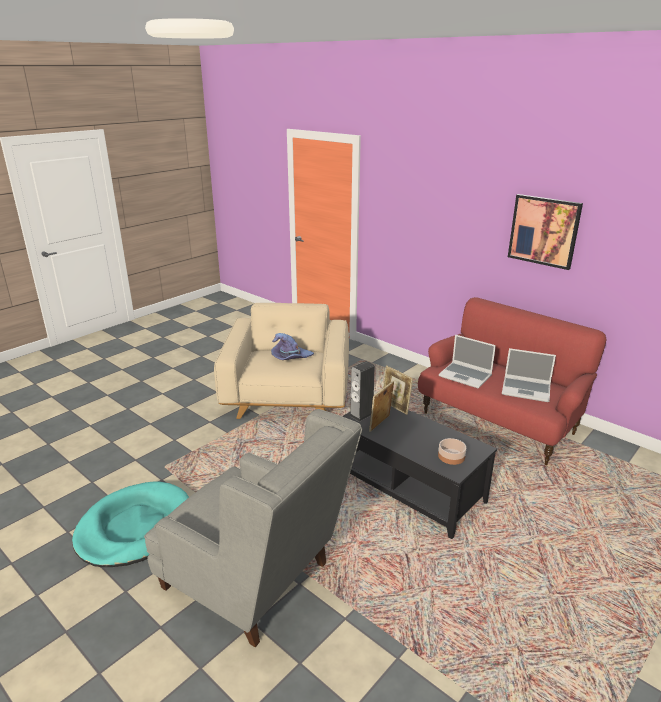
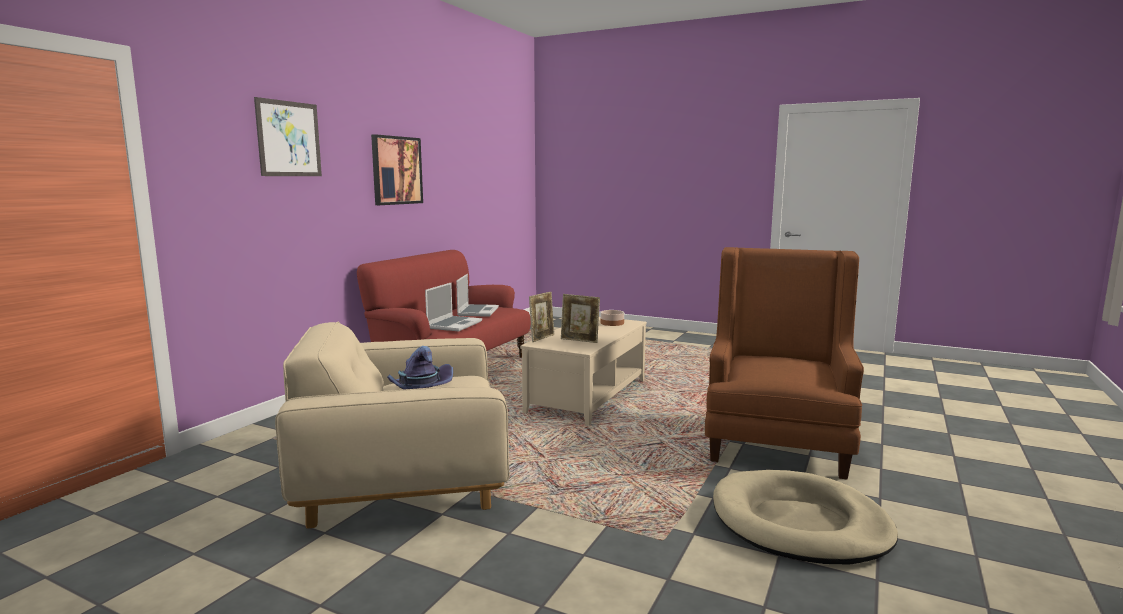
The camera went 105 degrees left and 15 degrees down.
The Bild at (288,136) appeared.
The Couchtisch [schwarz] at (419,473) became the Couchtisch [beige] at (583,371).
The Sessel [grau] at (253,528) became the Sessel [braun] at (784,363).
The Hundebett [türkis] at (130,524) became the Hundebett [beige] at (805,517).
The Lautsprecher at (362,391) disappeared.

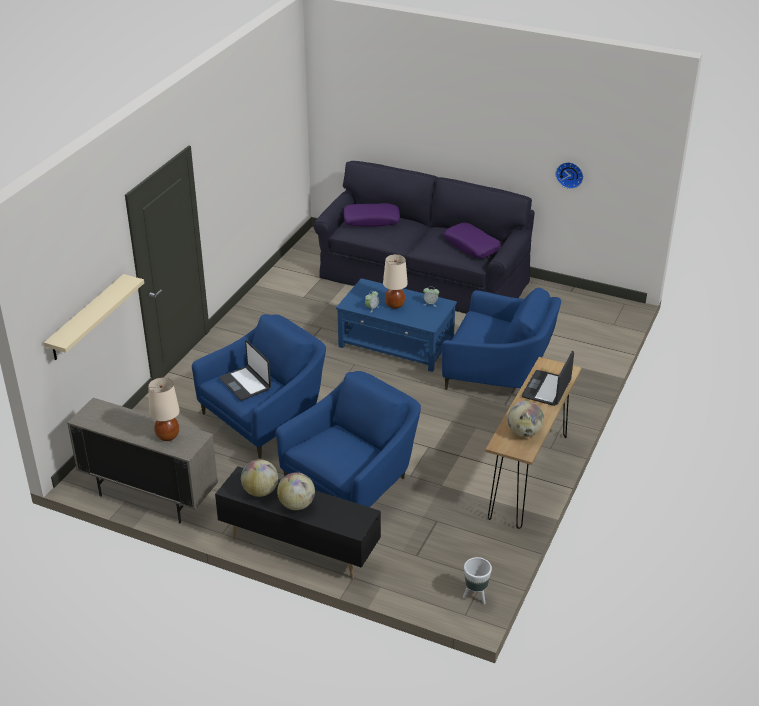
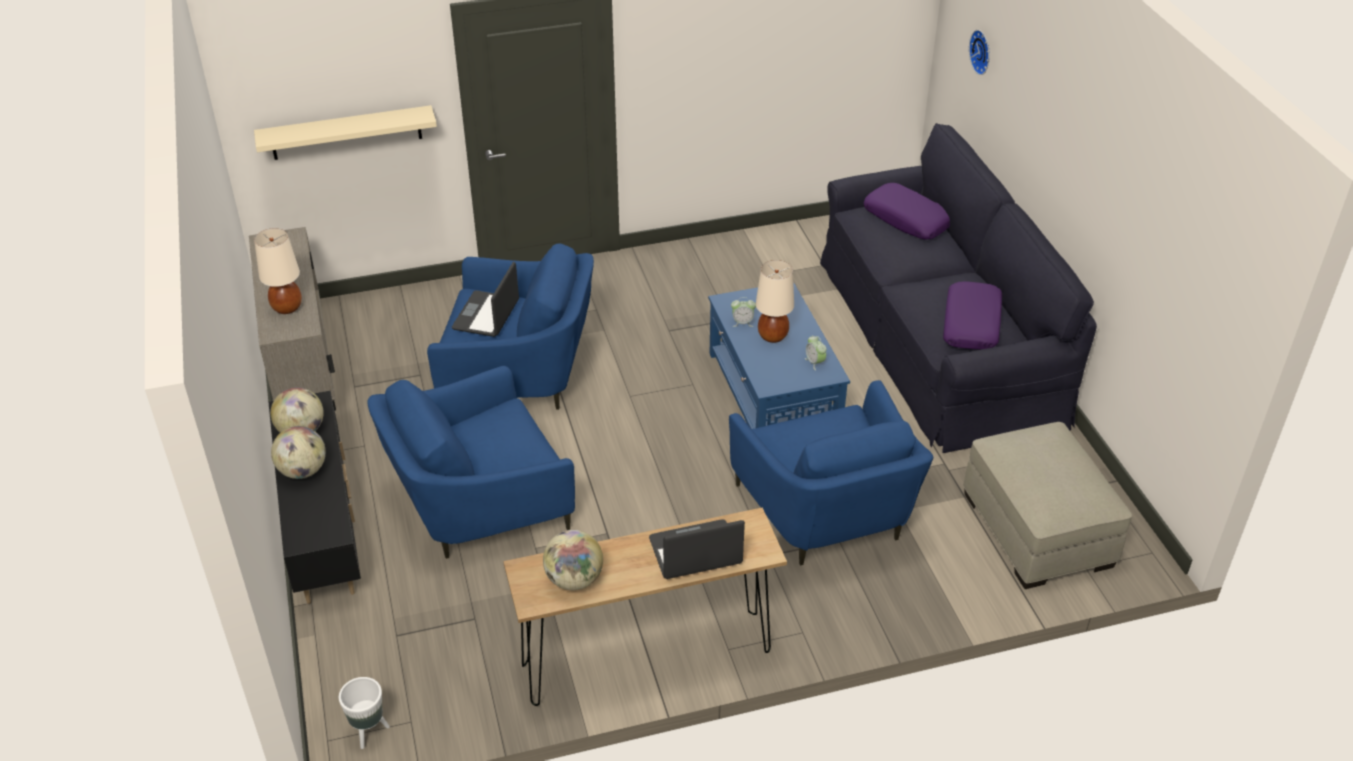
The camera went 50 degrees right and 5 degrees up.
The Sessel [blau] at (348,439) turned 150 degrees clockwise.
The Polsterhocker [beige] at (1047,505) appeared.
The Wanduhr moved from (569,175) to (979,52).

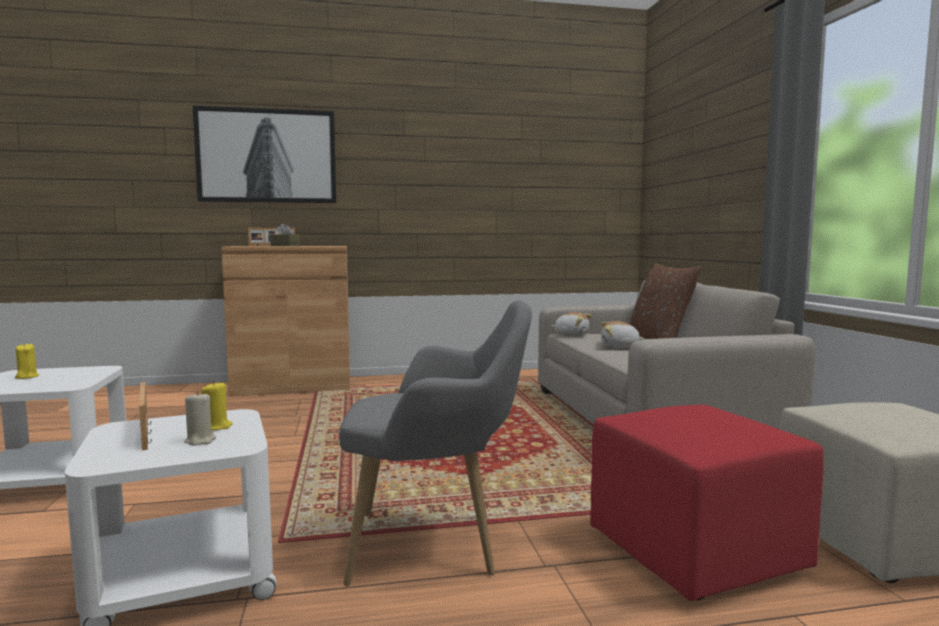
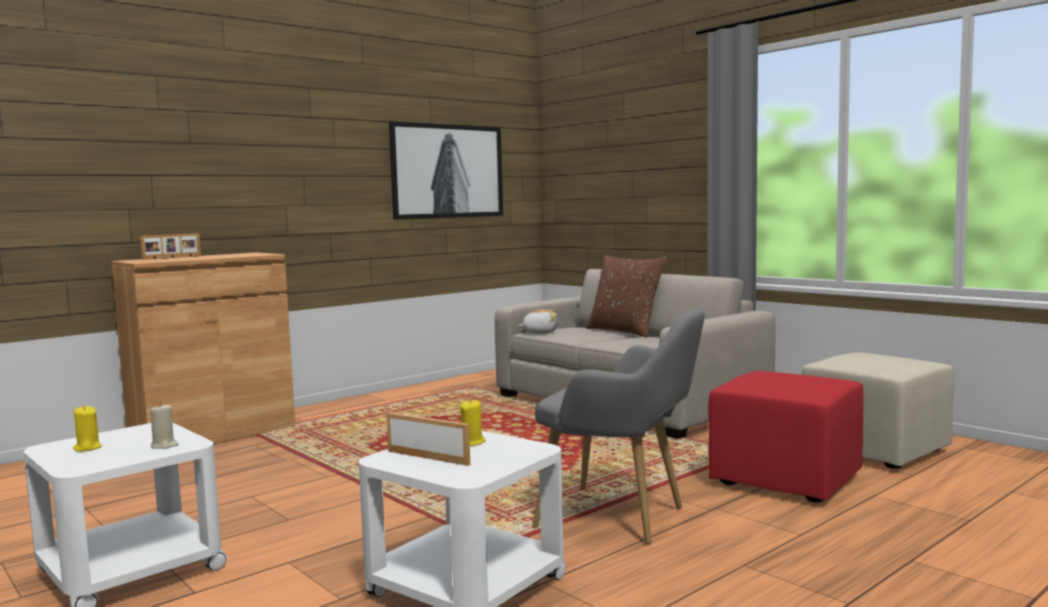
The camera went 30 degrees left and 0 degrees up.
The Kerze [beige] moved from (200,418) to (164,426).
The Bild moved from (264,154) to (446,170).
The Sessel [grau] at (435,443) turned 60 degrees clockwise.
The Taschentuchbox [braun] at (285,234) disappeared.
The Plüschtier at (622,334) disappeared.

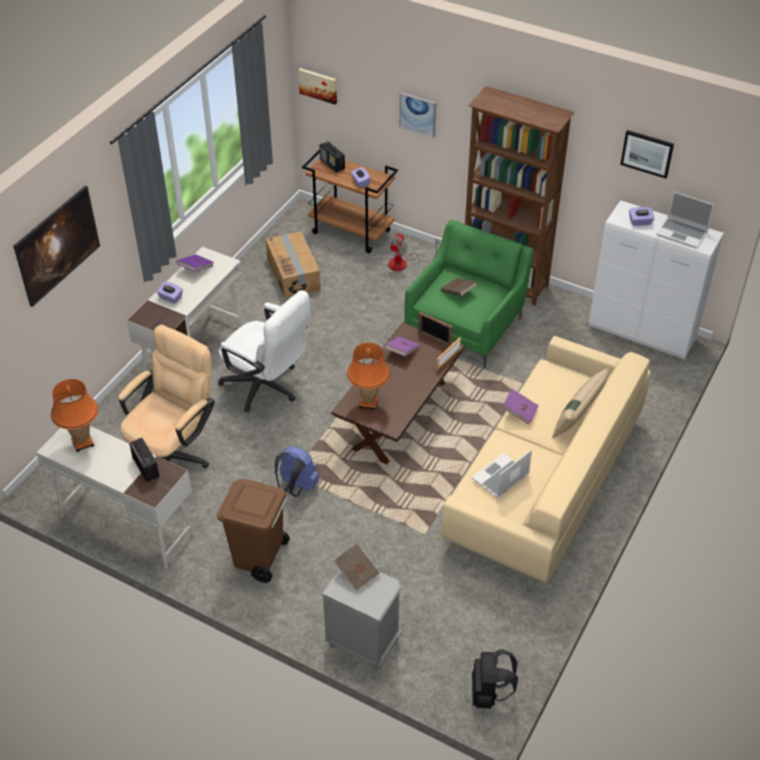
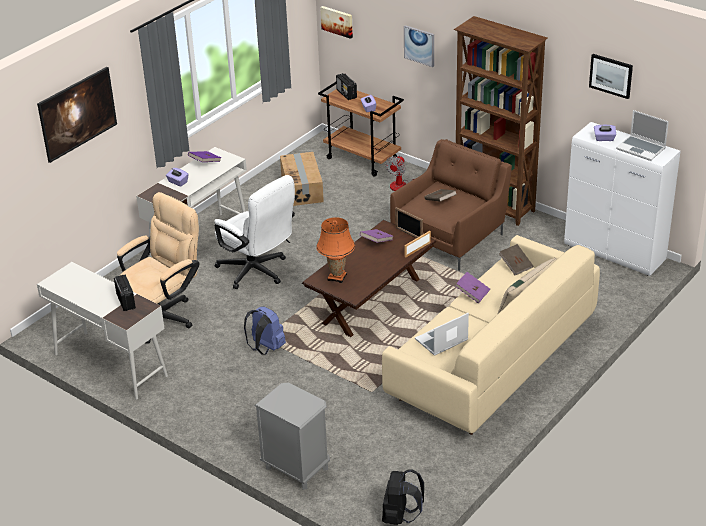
The camera went 10 degrees right and 10 degrees down.
The Sessel [grün] at (469,294) became the Sessel [braun] at (451,205).
The Buch [braun] moved from (356,567) to (516,259).
The Tischlampe [orange] at (74,415) disappeared.
The Mülleimer [braun] at (253,531) disappeared.

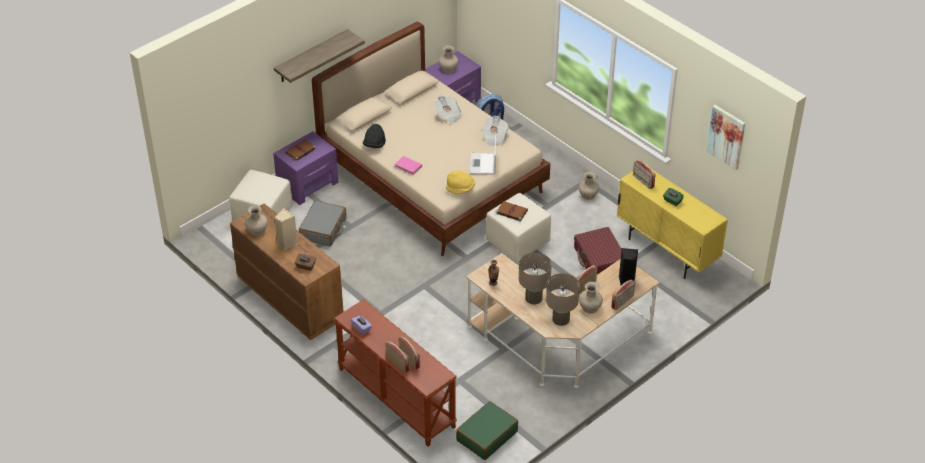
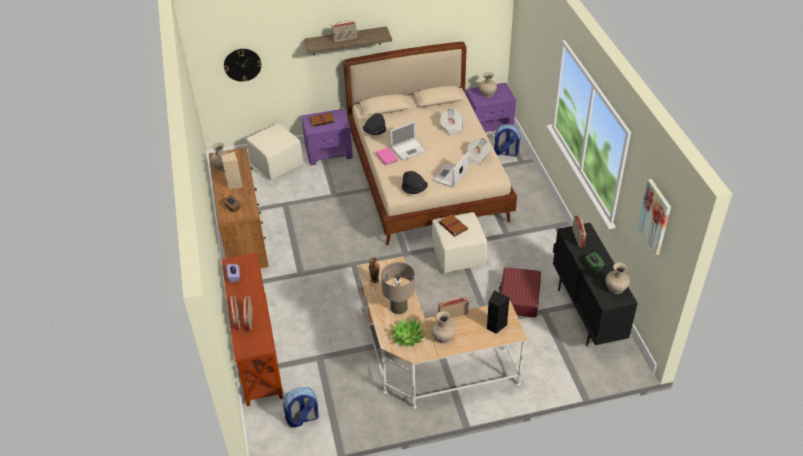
The camera went 30 degrees right and 0 degrees up.
The Wanduhr at (242,65) appeared.
The Koffer [grün] at (487,430) was replaced by the Rucksack at (301,407).
The Radio moved from (623,295) to (344,31).
The Laptop at (408,141) appeared.
The Tischlampe [beige] at (563,299) was replaced by the Topfpflanze at (408,332).
The Hut [gelb] at (460,182) became the Hut [schwarz] at (415,182).
The Schrank [gelb] at (672,221) became the Schrank [schwarz] at (595,284).
The Vase [beige] moved from (589,186) to (617,278).
The Koffer [grau] at (323,223) disappeared.

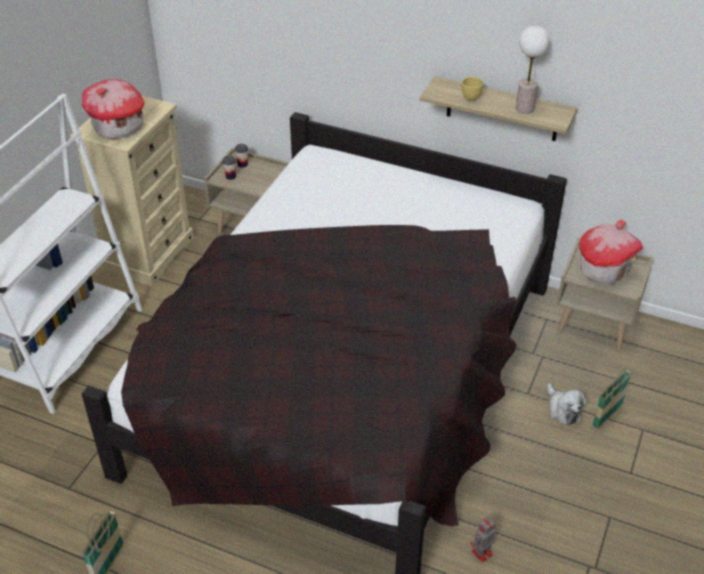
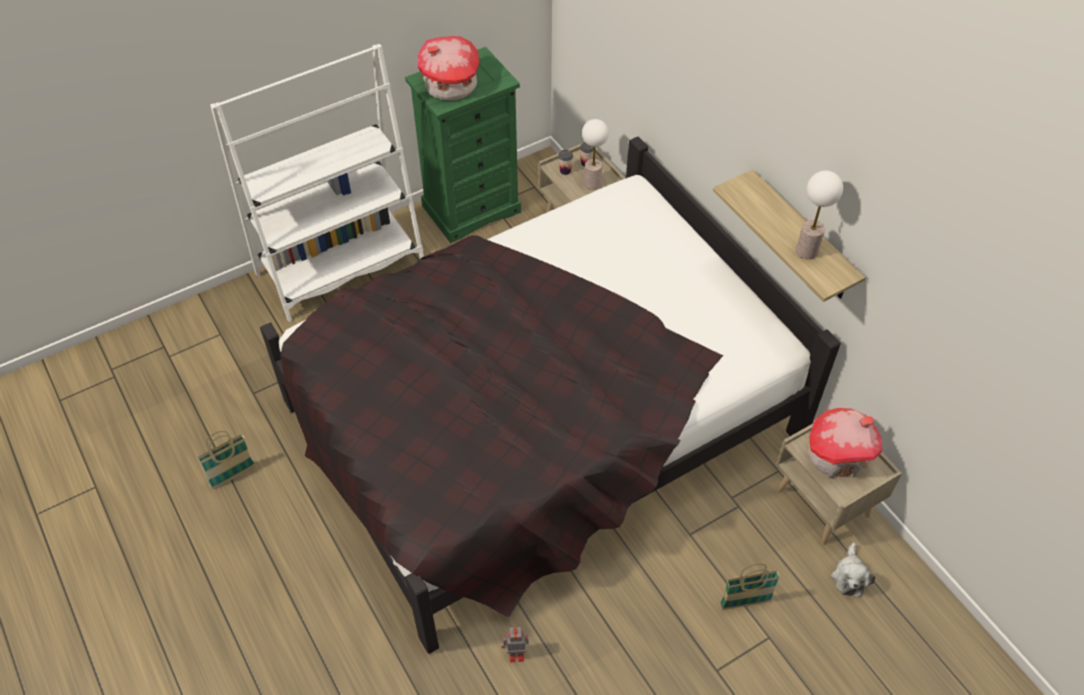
The camera went 35 degrees right and 10 degrees up.
The Kommode [beige] at (132,191) became the Kommode [grün] at (463,145).
The Tischlampe at (595,154) appeared.
The Plüschtier moved from (567,404) to (853,569).
The Tasse [gelb] at (473,89) disappeared.

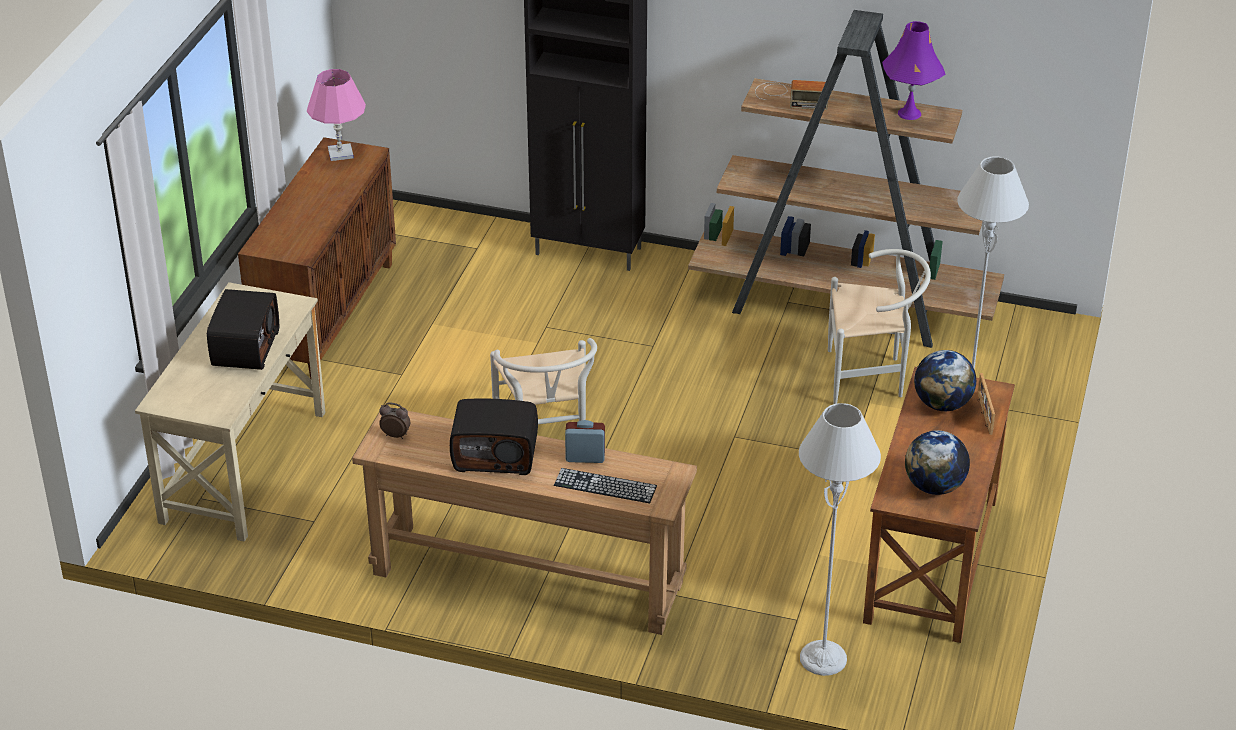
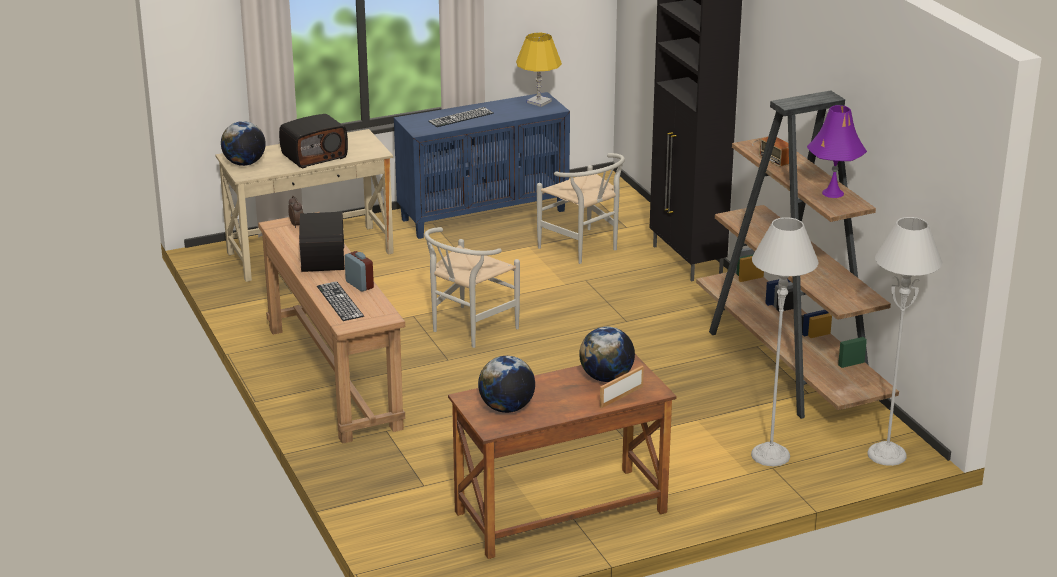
The camera went 50 degrees right and 10 degrees down.
The Globus at (243,143) appeared.
The Radio at (494,437) turned 150 degrees counterclockwise.
The Schrank [braun] at (317,258) became the Schrank [blau] at (482,165).
The Tastatur at (461,117) appeared.
The Tischlampe [rosa] at (336,115) became the Tischlampe [gelb] at (539,70).
The Stuhl [weiß] moved from (879,326) to (581,208).
The Stehlampe [grau] moved from (840,539) to (904,341).

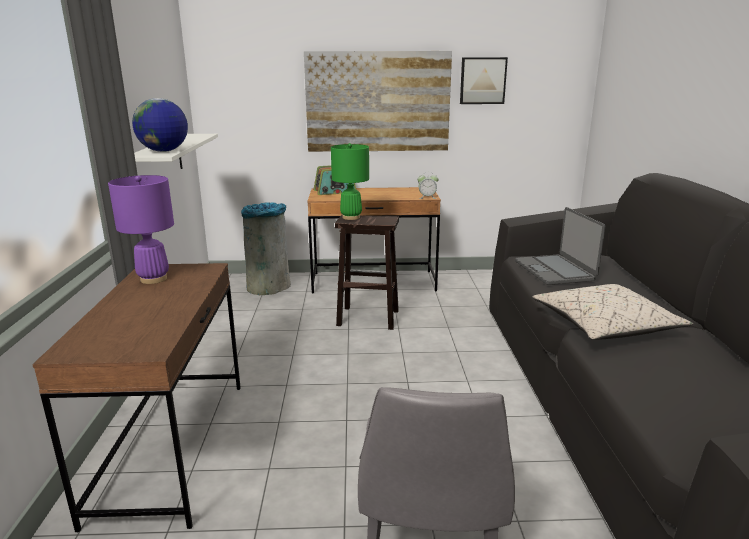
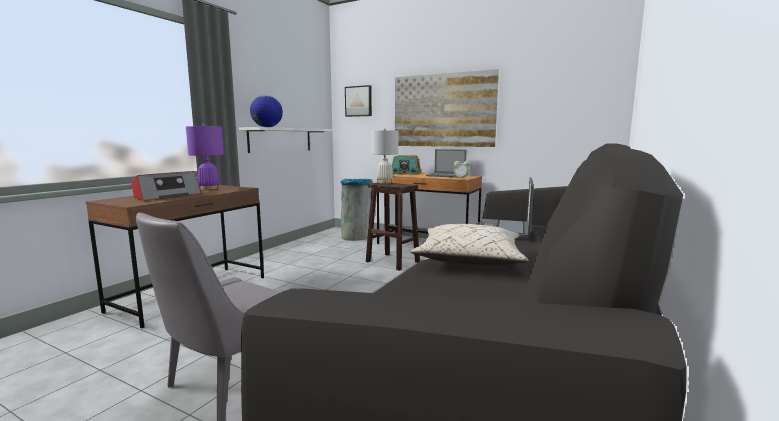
The camera went 30 degrees right and 10 degrees down.
The Radio at (167,186) appeared.
The Bild moved from (484,80) to (358,101).
The Tischlampe [grün] at (350,181) became the Tischlampe [weiß] at (384,156).
The Laptop at (446,163) appeared.

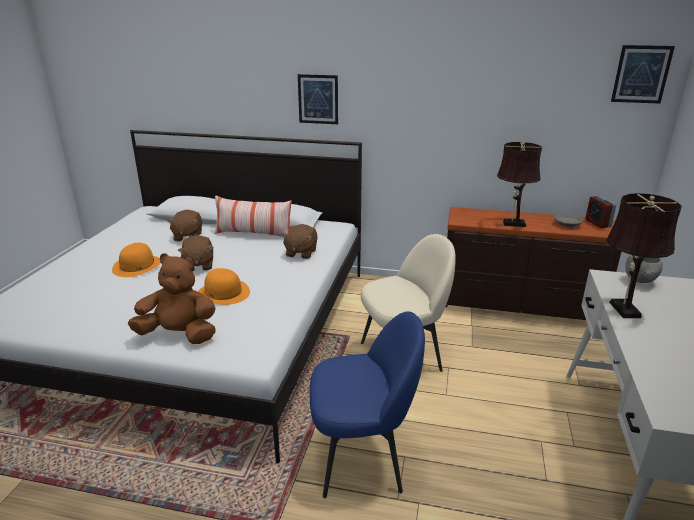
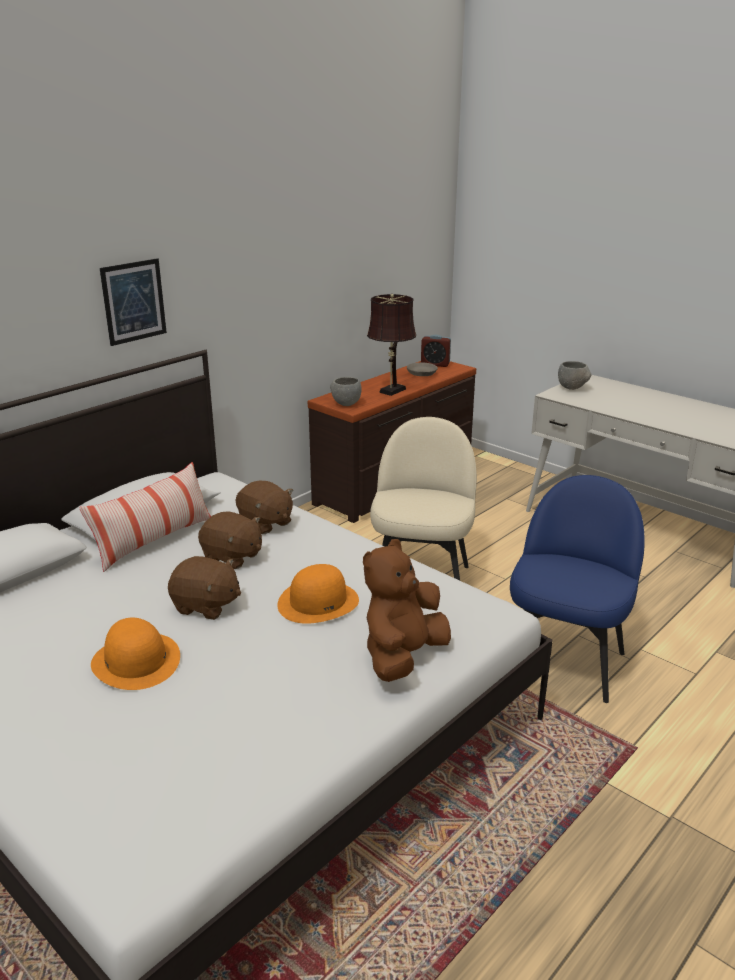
The camera went 60 degrees left and 0 degrees up.
The Plüschtier [braun] moved from (185,225) to (230,540).
The Schüssel [grau] at (346,391) appeared.
The Tischlampe [braun] at (644,255) disappeared.
The Bild at (643,74) disappeared.

